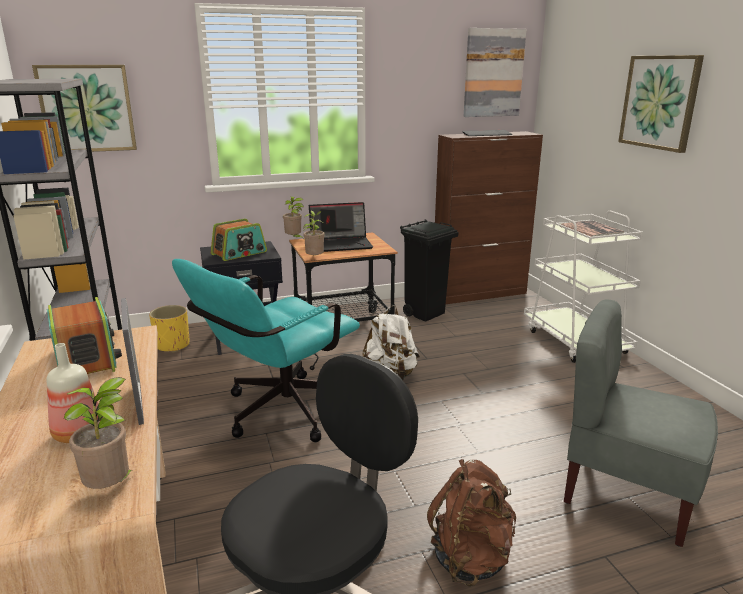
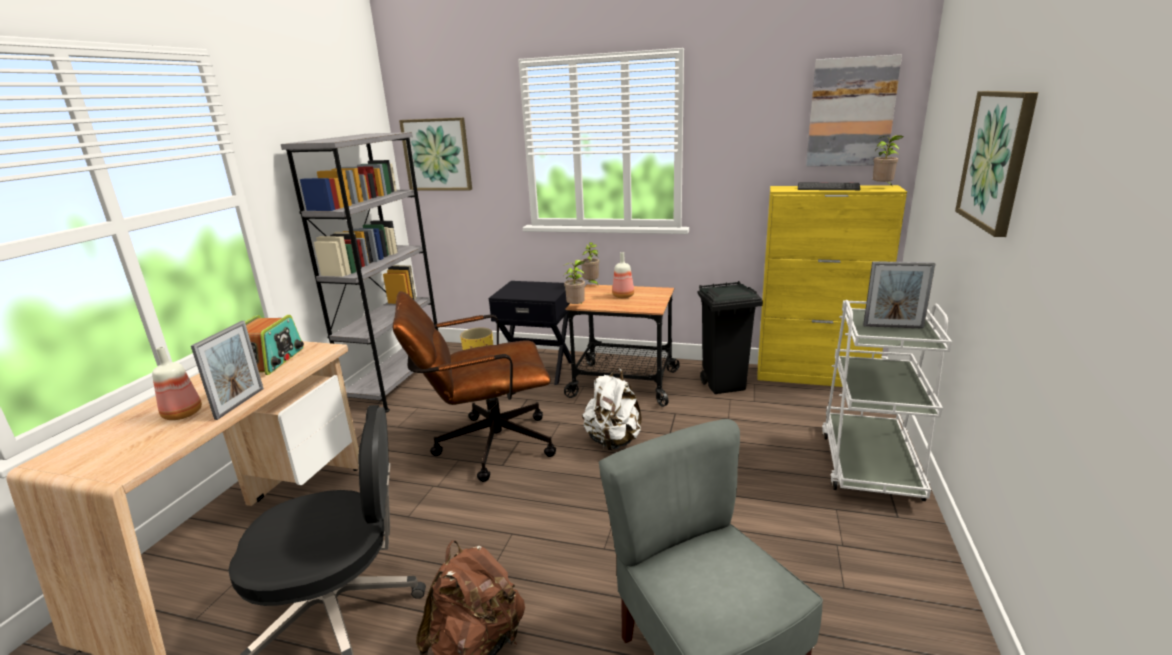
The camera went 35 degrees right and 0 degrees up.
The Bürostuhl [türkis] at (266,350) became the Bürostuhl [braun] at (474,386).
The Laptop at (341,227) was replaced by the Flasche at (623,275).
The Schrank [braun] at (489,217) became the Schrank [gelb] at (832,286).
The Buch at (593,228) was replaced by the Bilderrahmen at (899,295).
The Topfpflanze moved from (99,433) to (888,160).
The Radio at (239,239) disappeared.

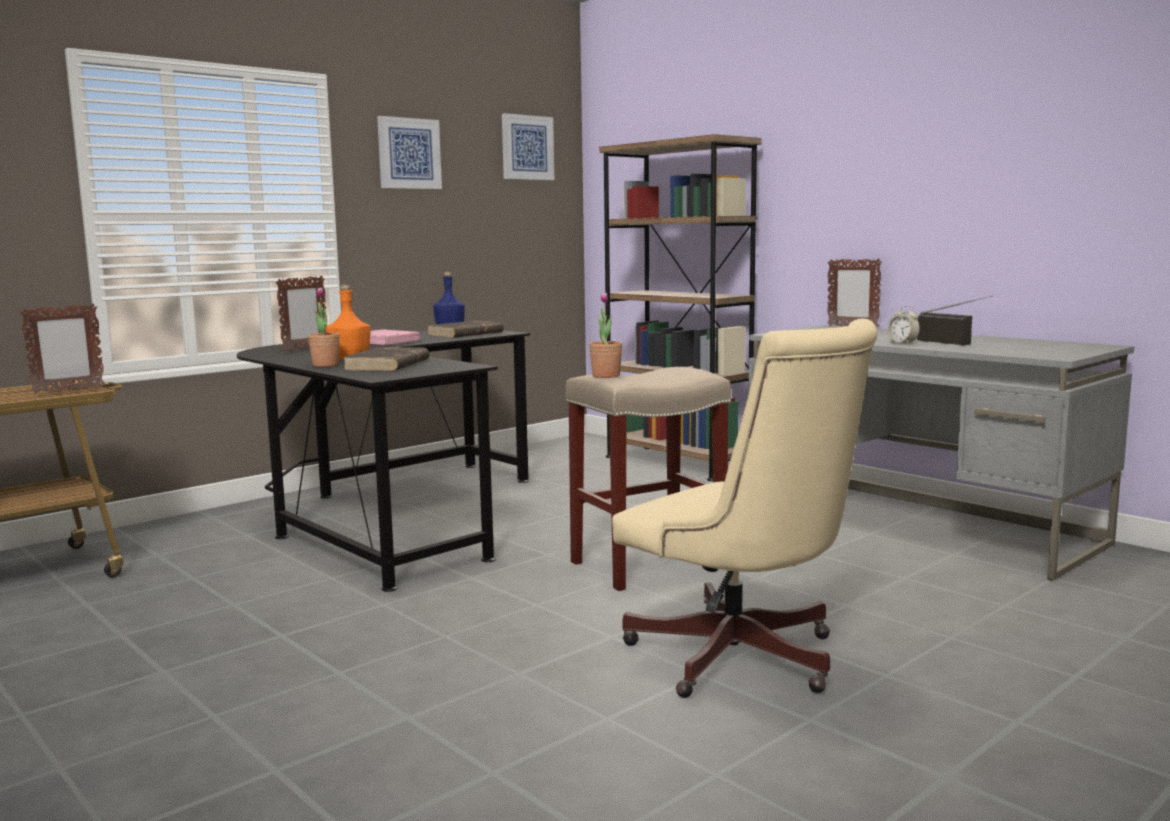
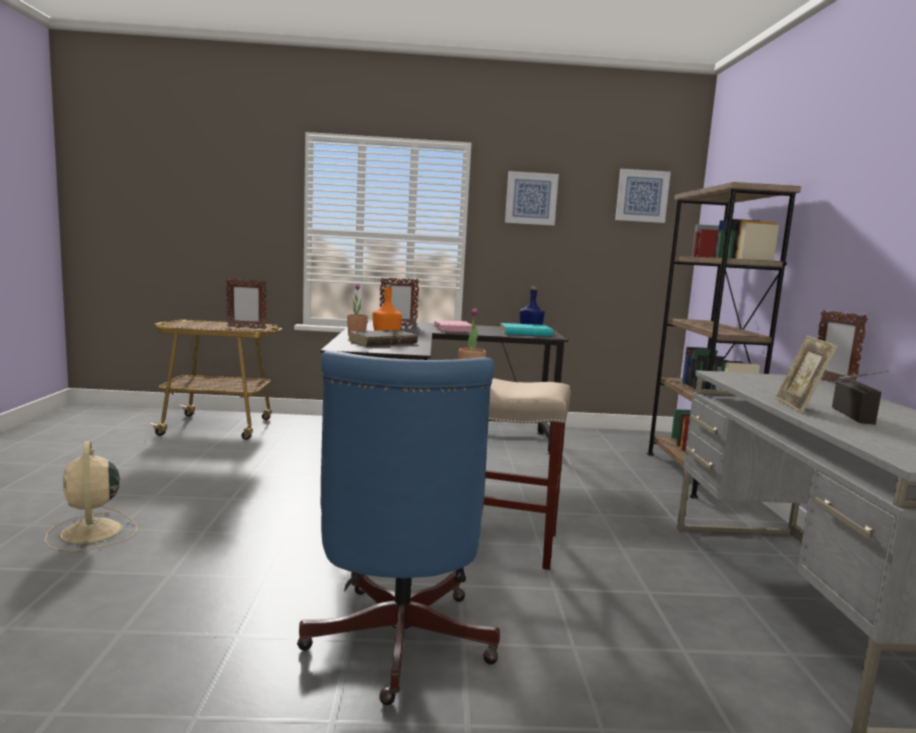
The camera went 40 degrees right and 0 degrees up.
The Ventilator [beige] at (91,496) appeared.
The Bürostuhl [beige] at (745,508) became the Bürostuhl [blau] at (398,527).
The Buch [braun] at (465,329) became the Buch [türkis] at (526,329).
The Wecker at (903,325) was replaced by the Bilderrahmen at (806,374).

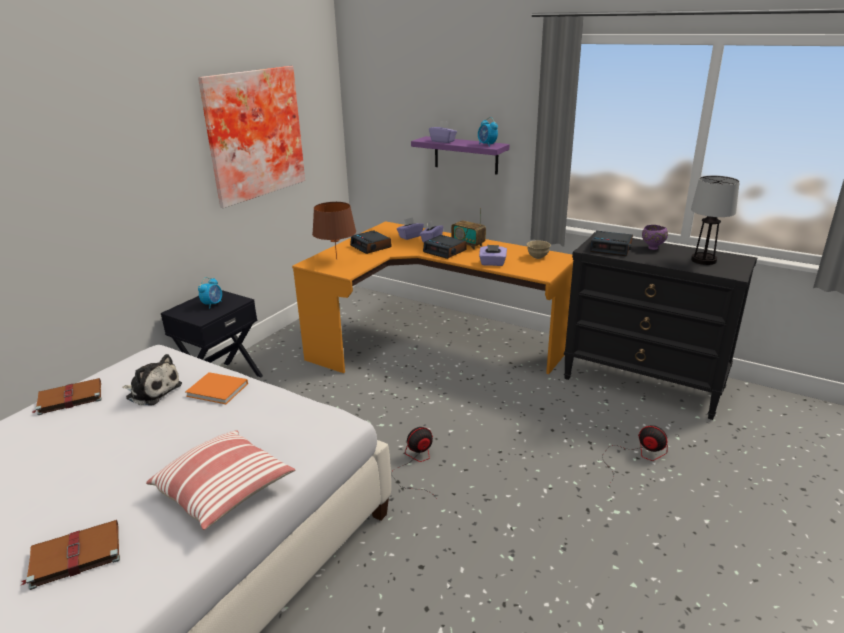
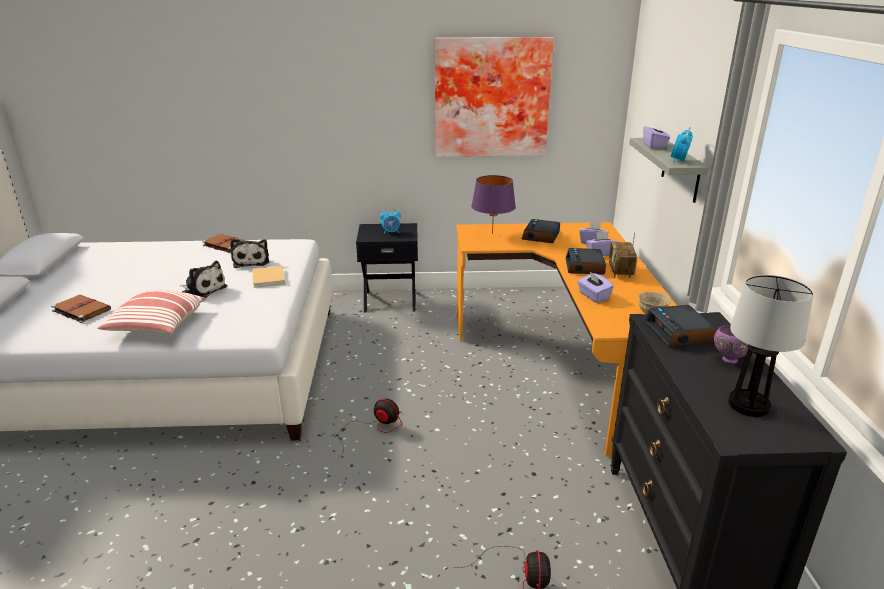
The camera went 55 degrees right and 0 degrees up.
The Plüschtier at (203,279) appeared.
The Buch [orange] at (216,388) became the Buch [beige] at (269,277).
The Tischlampe [braun] at (334,231) became the Tischlampe [lila] at (493,204).
The Wandregal [lila] at (460,155) became the Wandregal [grau] at (669,170).

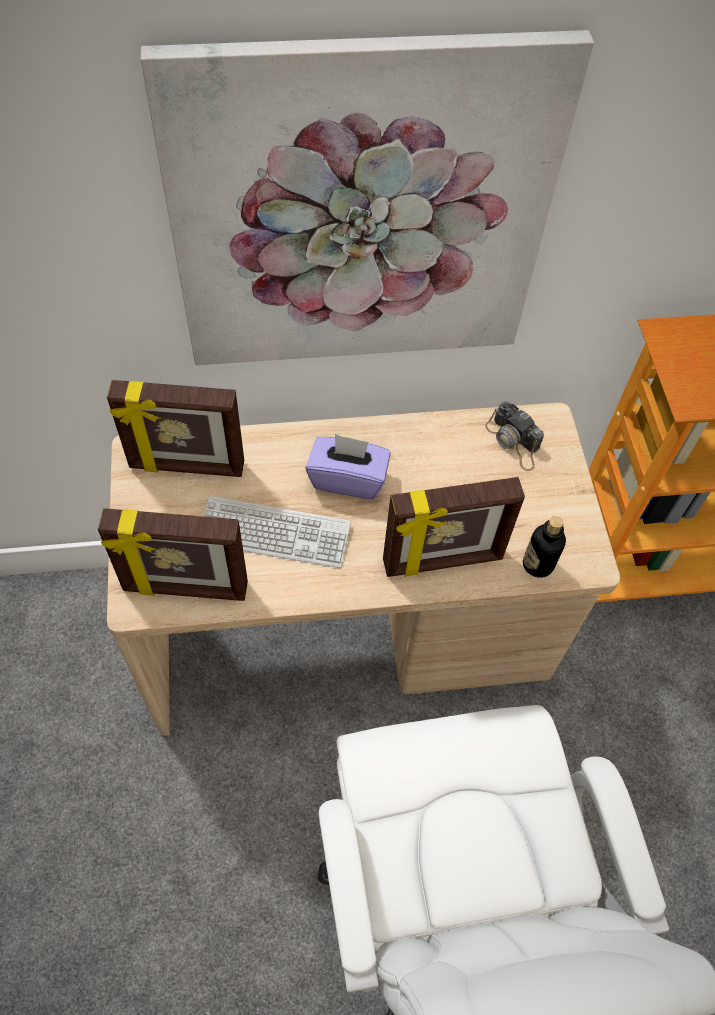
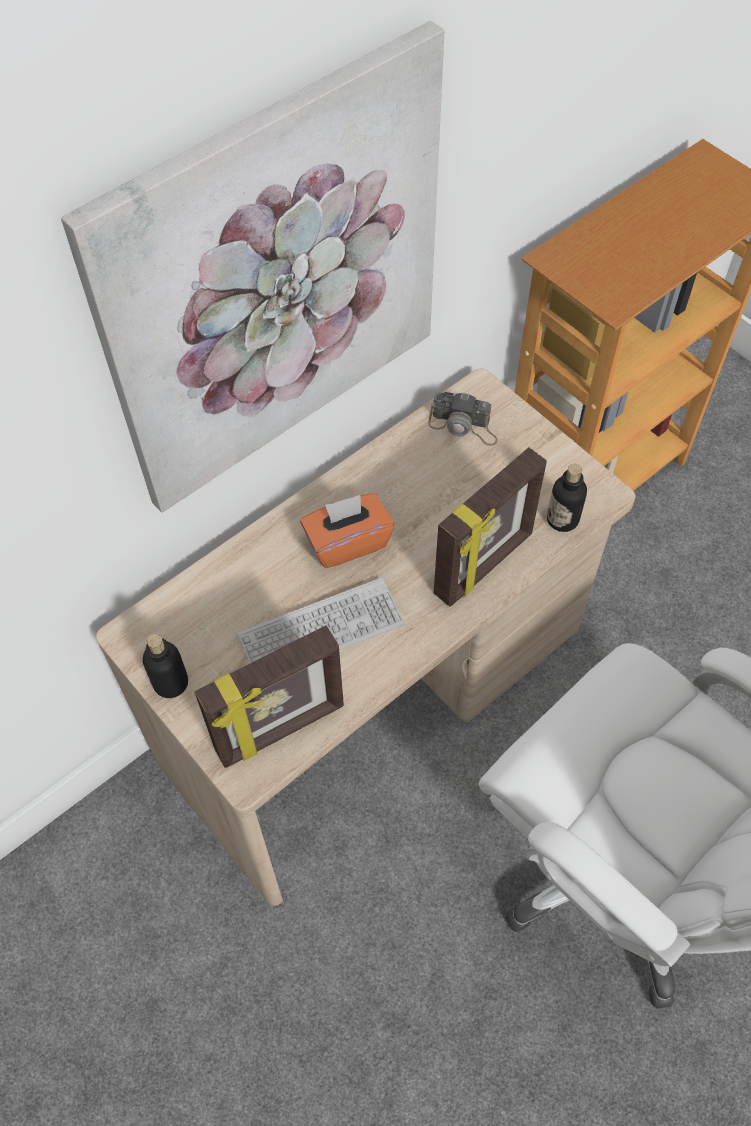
The camera went 30 degrees left and 0 degrees up.
The Flasche at (165,666) appeared.
The Taschentuchbox [lila] at (348,466) became the Taschentuchbox [orange] at (347,530).
The Bilderrahmen at (175,428) disappeared.

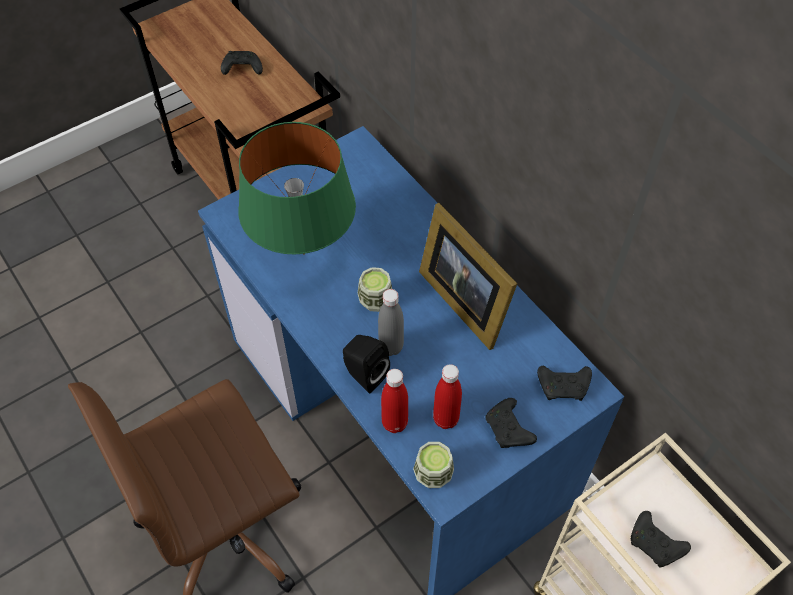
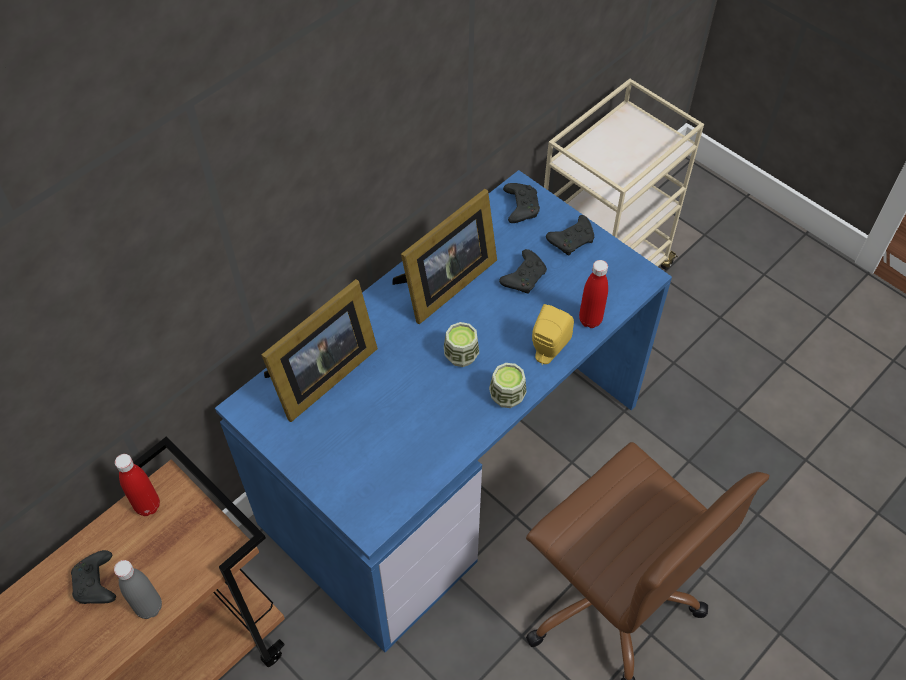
The camera went 100 degrees left and 0 degrees up.
The Flasche [grau] moved from (391,322) to (138,589).
The Flasche [rot] moved from (447,396) to (137,485).
The Bilderrahmen at (319,350) appeared.
The Tasse moved from (433,465) to (508,385).
The Gamepad [schwarz] moved from (661,539) to (523,271).
The Lautsprecher [schwarz] at (366,364) became the Lautsprecher [gelb] at (553,334).
The Tischlampe [grün] at (297,188) disappeared.

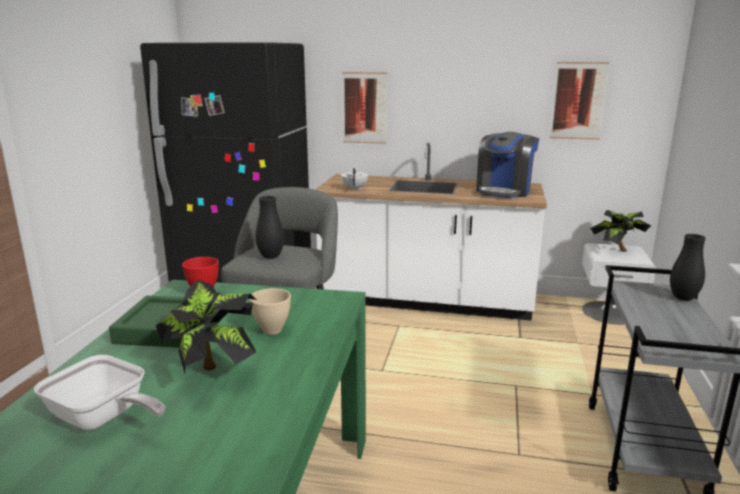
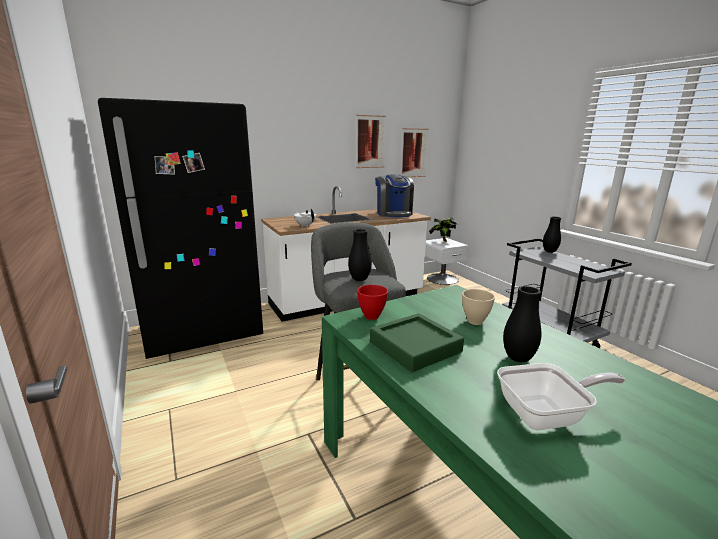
The camera went 40 degrees left and 0 degrees up.
The Bild moved from (364,108) to (371,141).
The Topfpflanze at (206,326) was replaced by the Vase [schwarz] at (522,324).

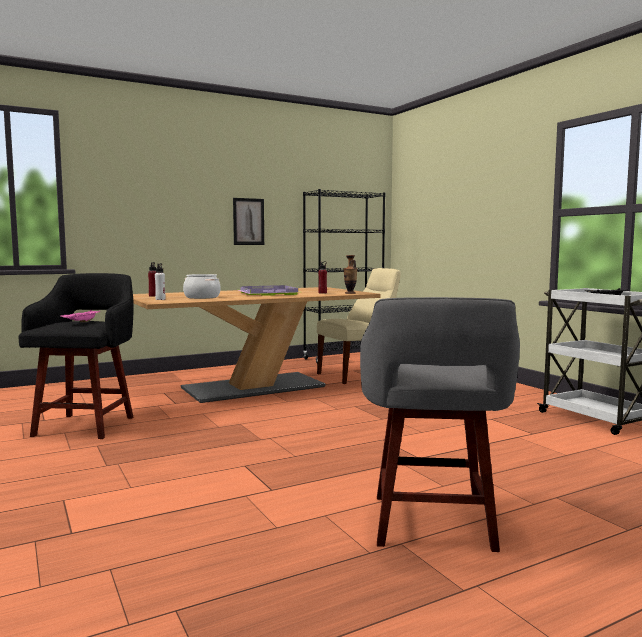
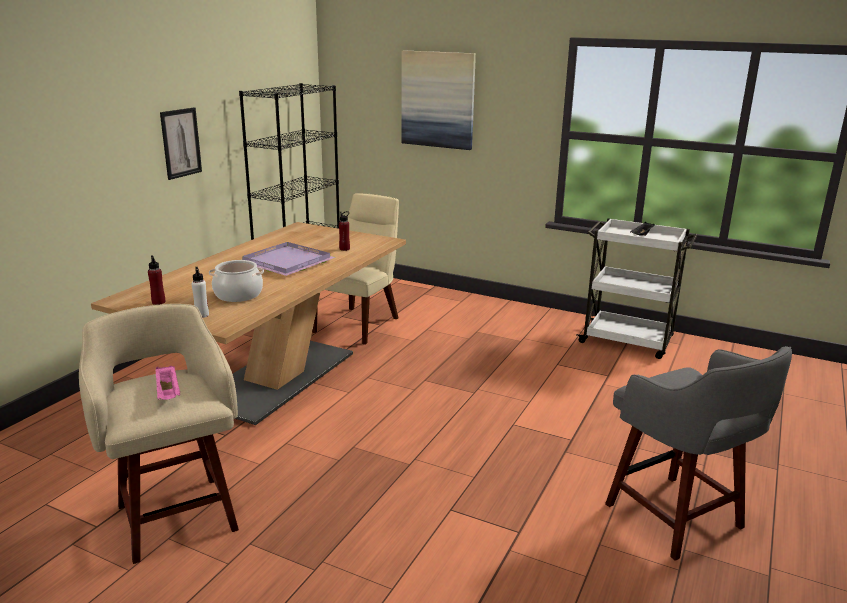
The camera went 35 degrees left and 15 degrees up.
The Hocker [schwarz] at (76,356) became the Hocker [beige] at (159,434).
The Bild at (438,100) appeared.
The Vase at (350,274) disappeared.

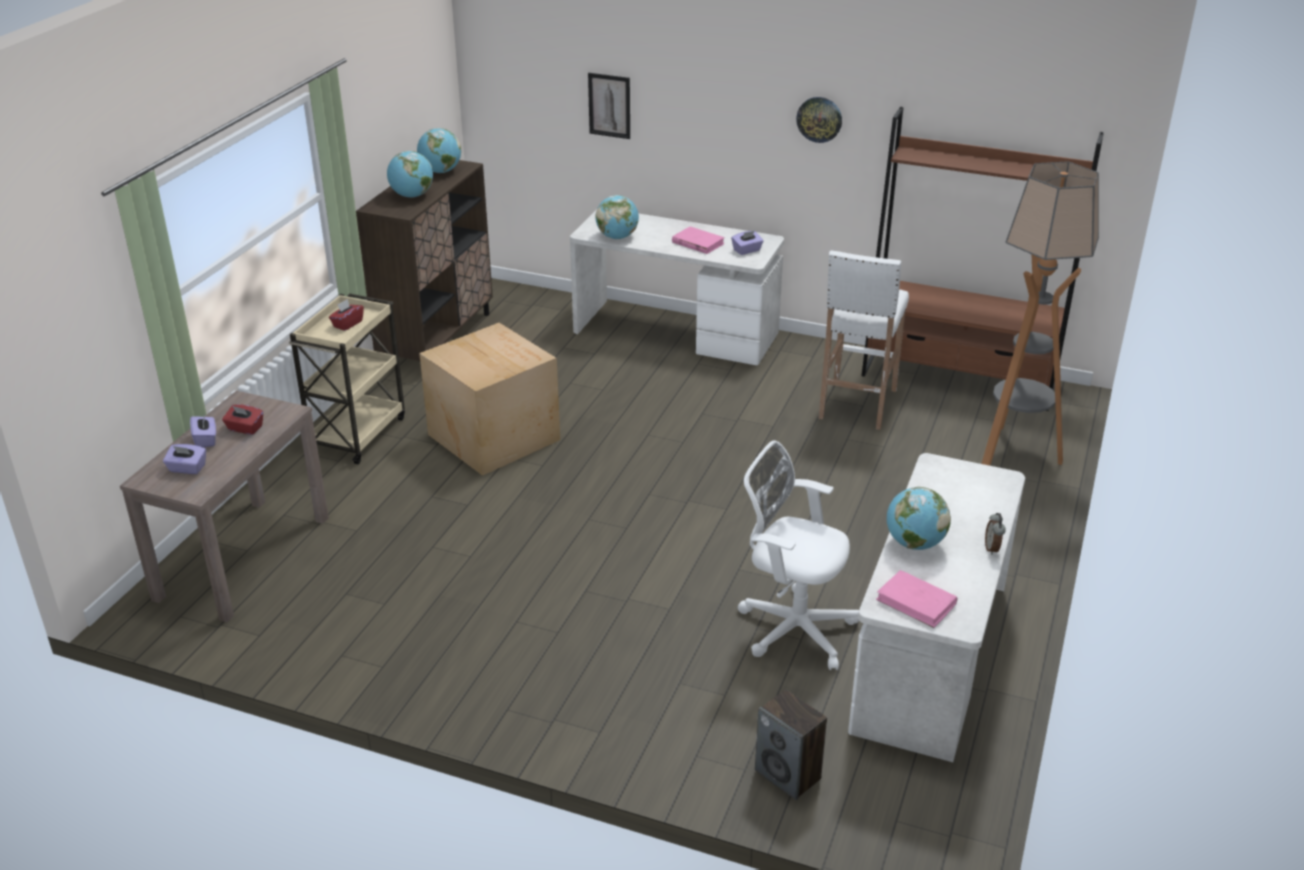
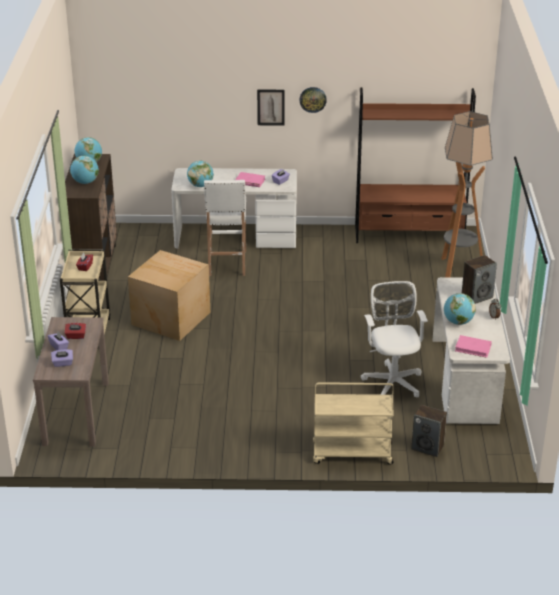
The camera went 20 degrees left and 0 degrees up.
The Hocker [weiß] moved from (863,340) to (225,228).
The Bild moved from (609,106) to (271,107).
The Rollwagen [beige] at (353,423) appeared.
The Bürostuhl [weiß] at (798,555) turned 75 degrees clockwise.
The Lautsprecher at (479,279) appeared.

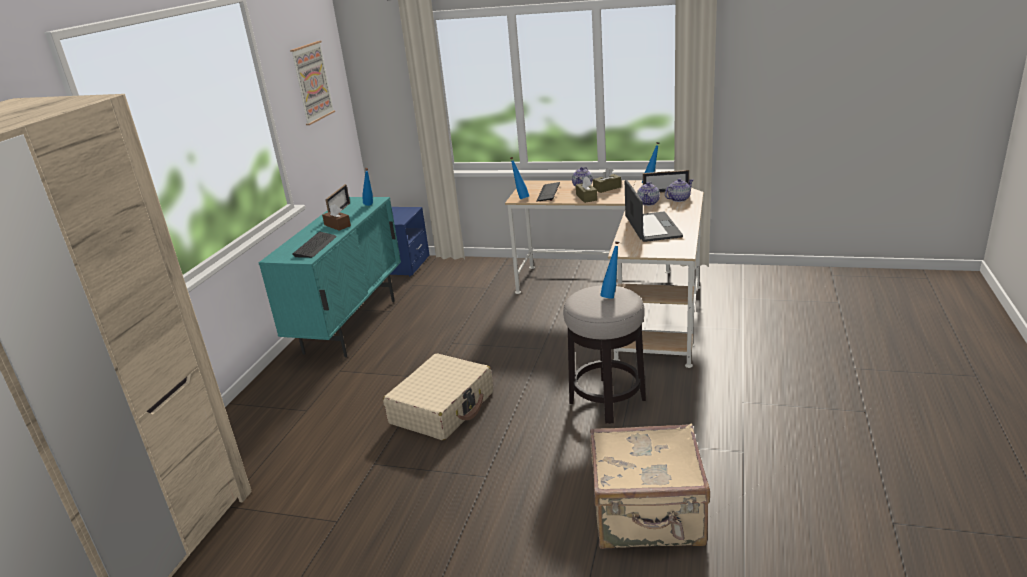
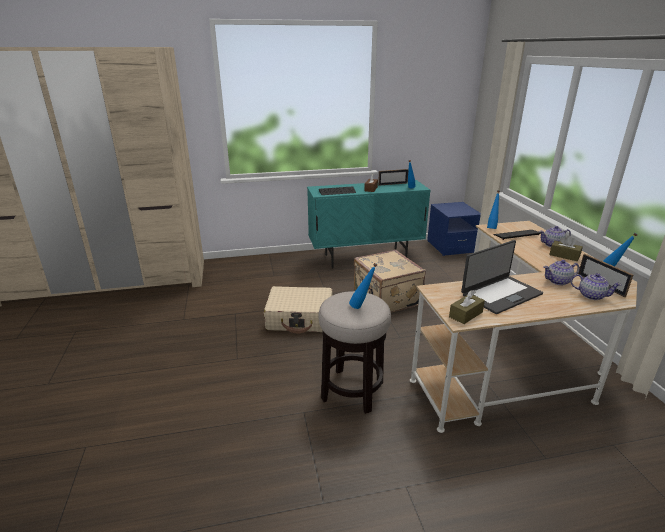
The camera went 60 degrees right and 0 degrees up.
The Koffer [beige] moved from (650,486) to (390,281).
The Taschentuchbox [braun] moved from (586,189) to (467,307).
The Bild at (312,83) disappeared.

